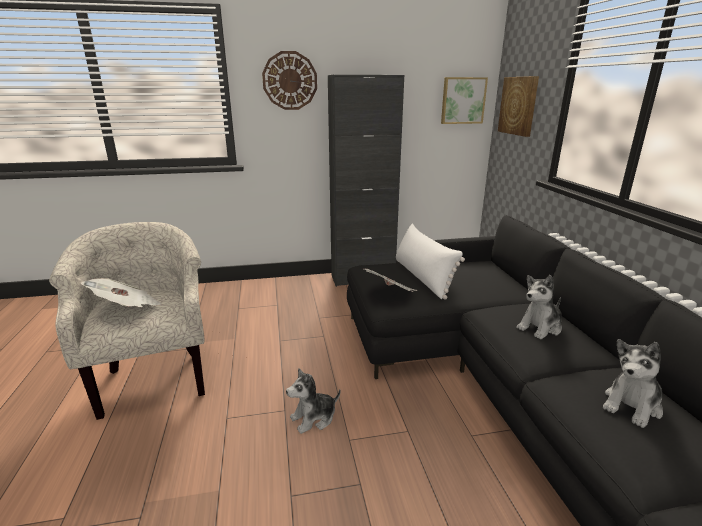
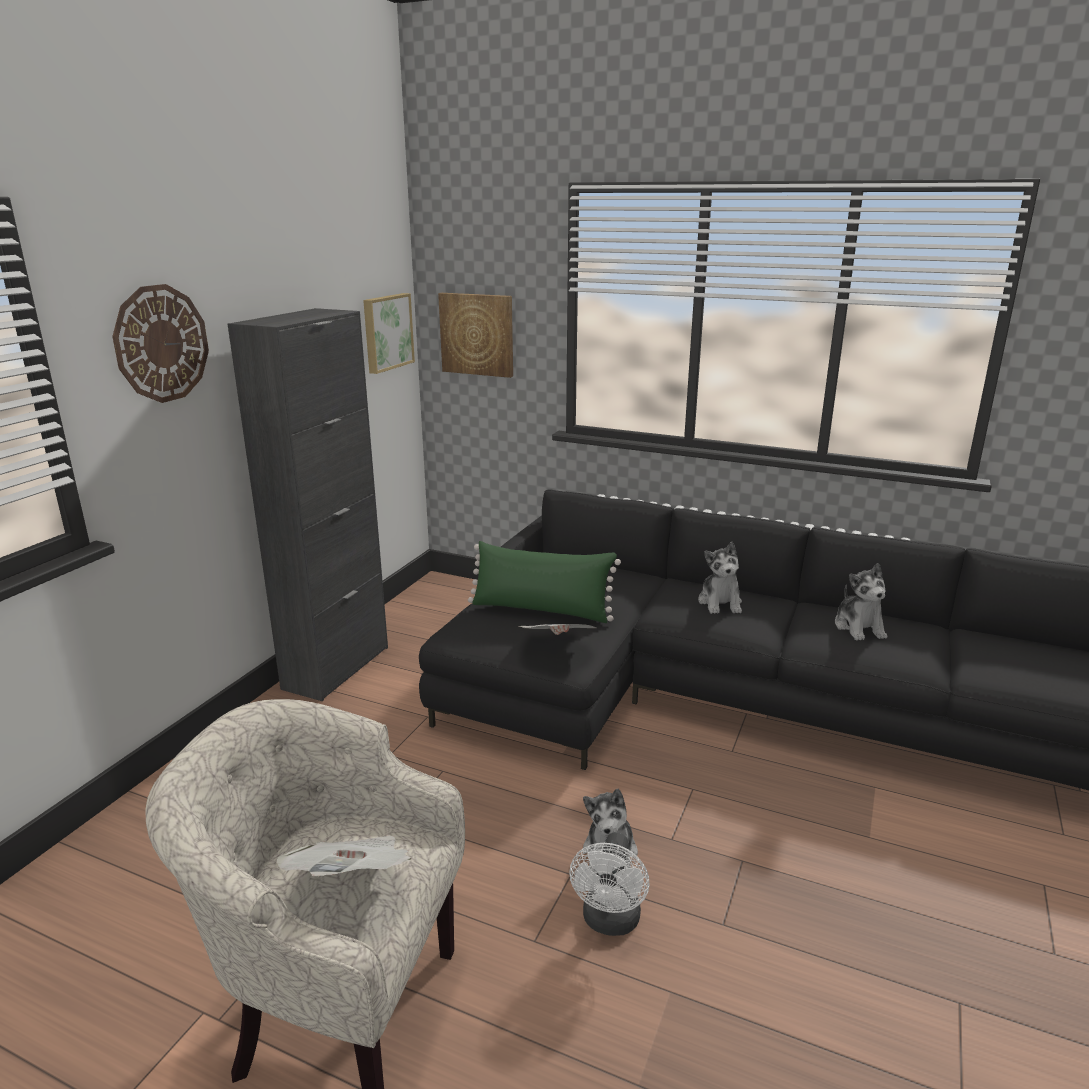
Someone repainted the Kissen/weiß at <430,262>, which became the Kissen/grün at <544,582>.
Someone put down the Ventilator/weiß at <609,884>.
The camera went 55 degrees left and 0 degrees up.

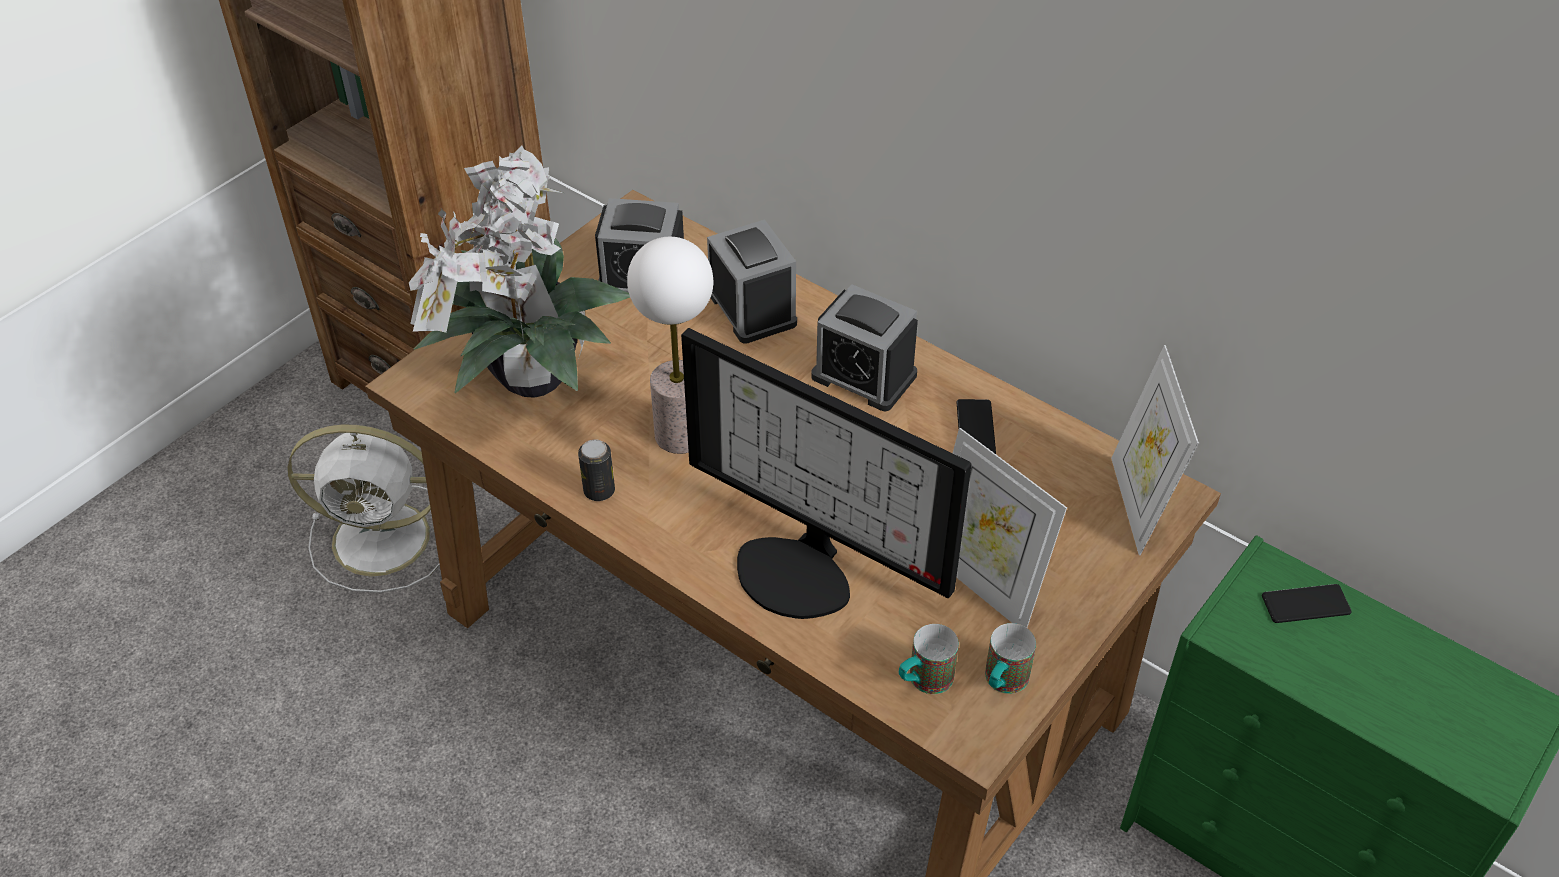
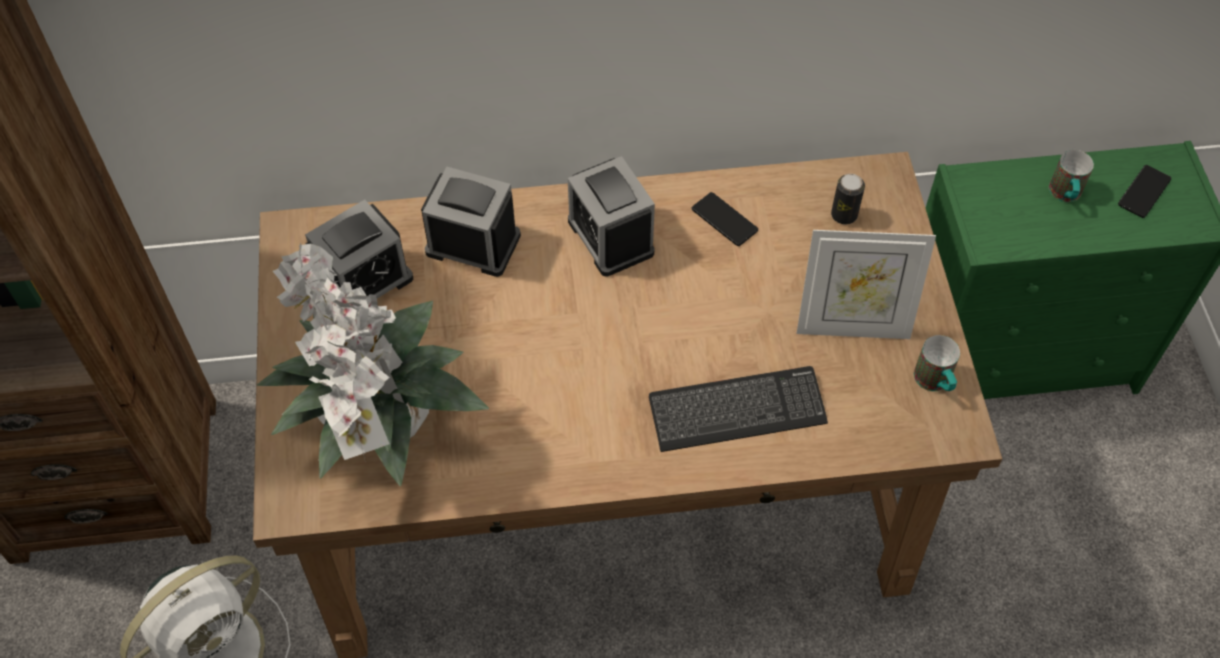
Someone rotated the Wecker at <864,347> by 75 degrees clockwise.
Someone swapped the Monitor at <826,473> for the Tastatur at <738,409>.
Someone carried the Dose from <596,470> to <848,199>.
Someone carried the Henkelbecher from <929,659> to <1071,176>.
Someone carried the Handy from <1307,603> to <1144,191>.
Someone took away the Tischlampe at <670,345>.
Someone took away the Bilderrahmen at <1155,450>.
The camera went 45 degrees left and 10 degrees up.

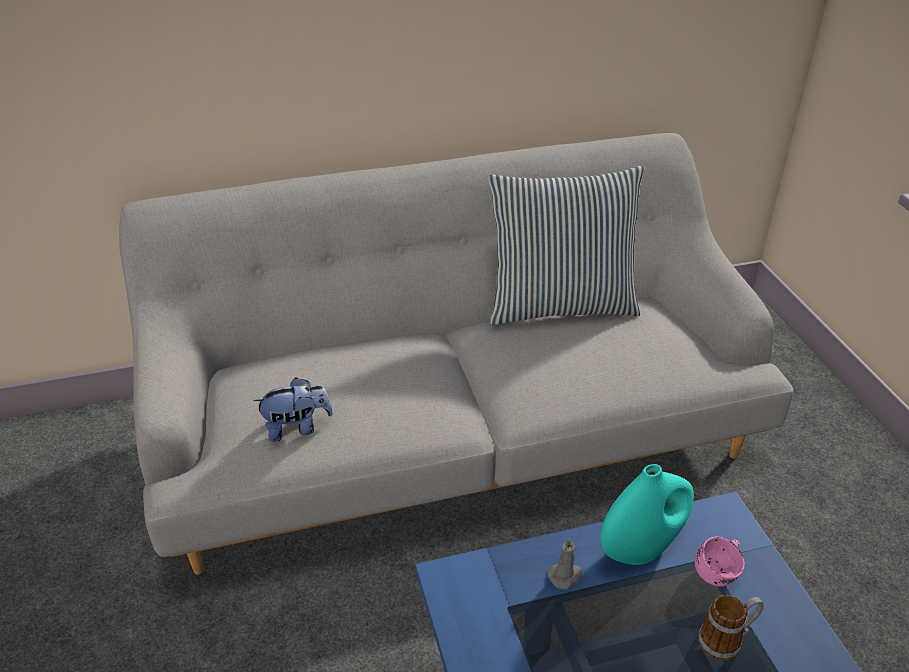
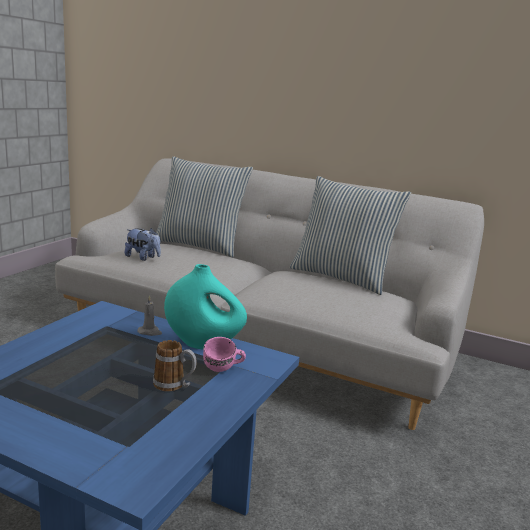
Someone put down the Kissen at <204,206>.
The camera went 40 degrees right and 20 degrees down.

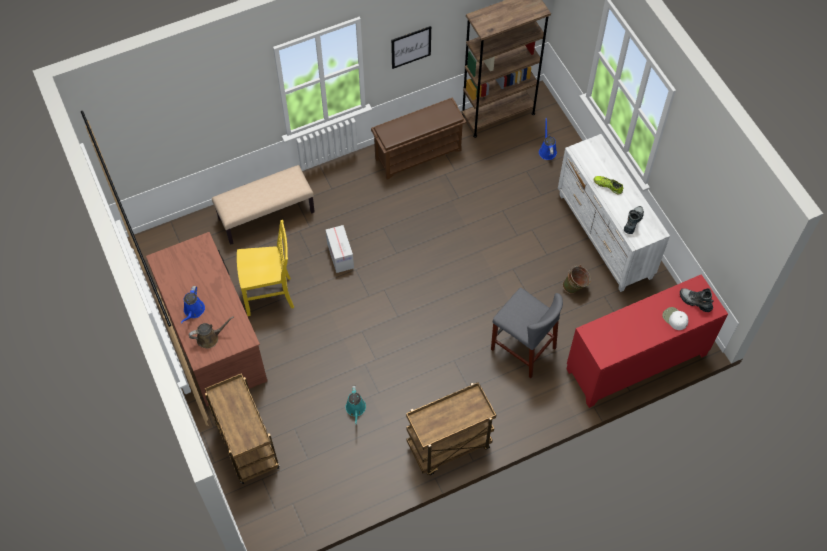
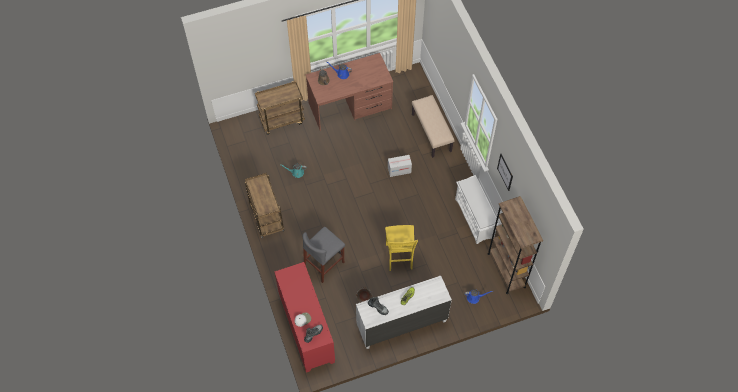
Someone carried the Stuhl/gelb from <265,268> to <401,248>.
Someone repainted the Schuhregal/braun at <419,138>, which became the Schuhregal/weiß at <477,209>.
The camera went 95 degrees right and 0 degrees up.

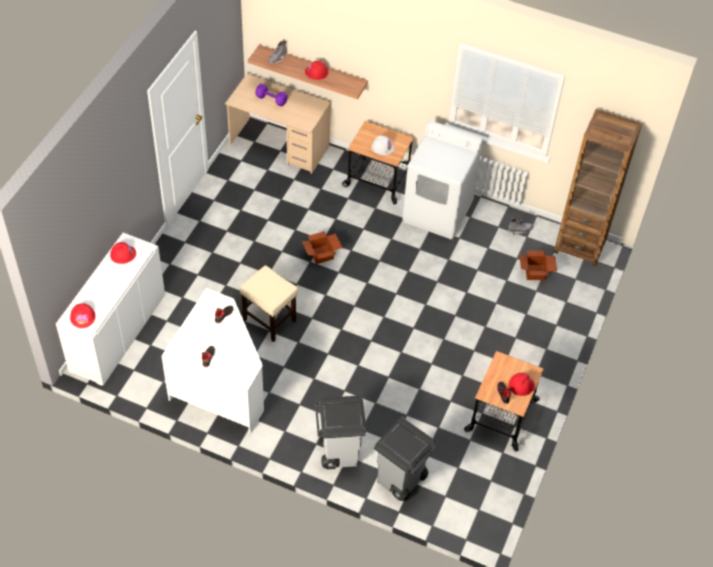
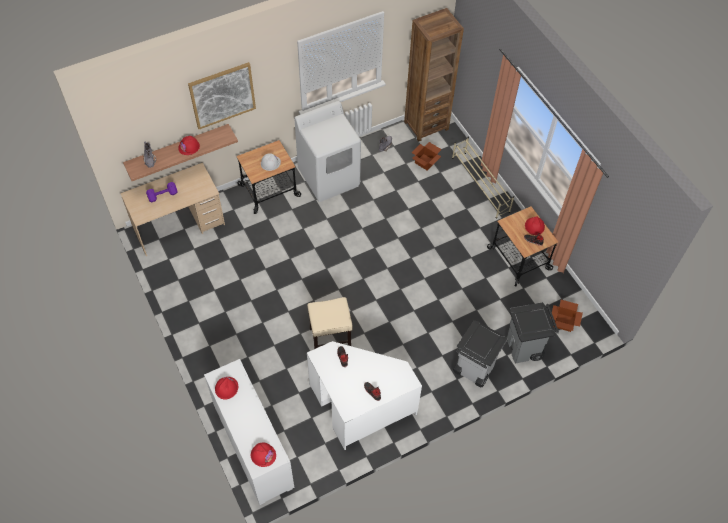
Someone put up the Bild at <222,95>.
Someone put down the Schuhregal/beige at <483,178>.
Someone carried the Karton from <322,247> to <566,316>.
The camera went 50 degrees left and 5 degrees up.

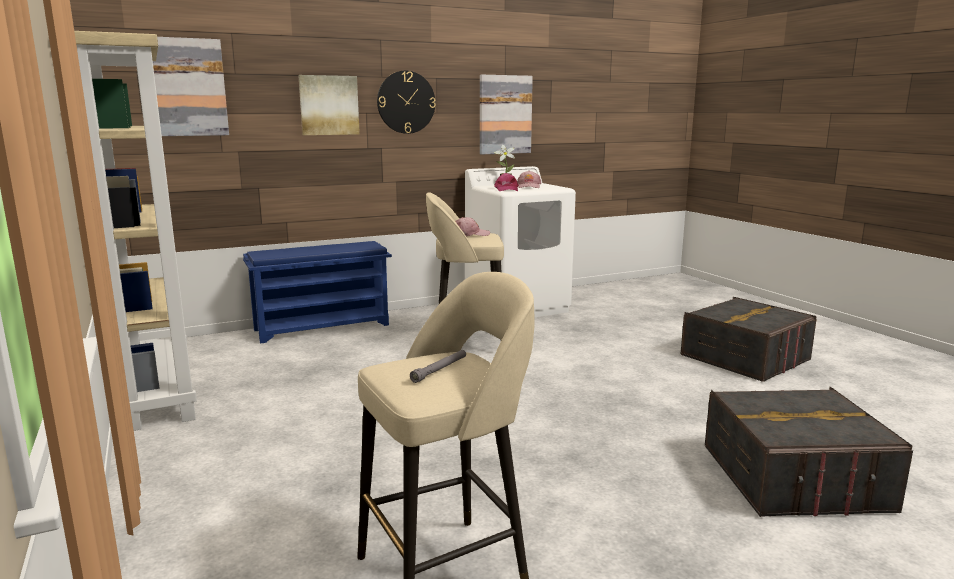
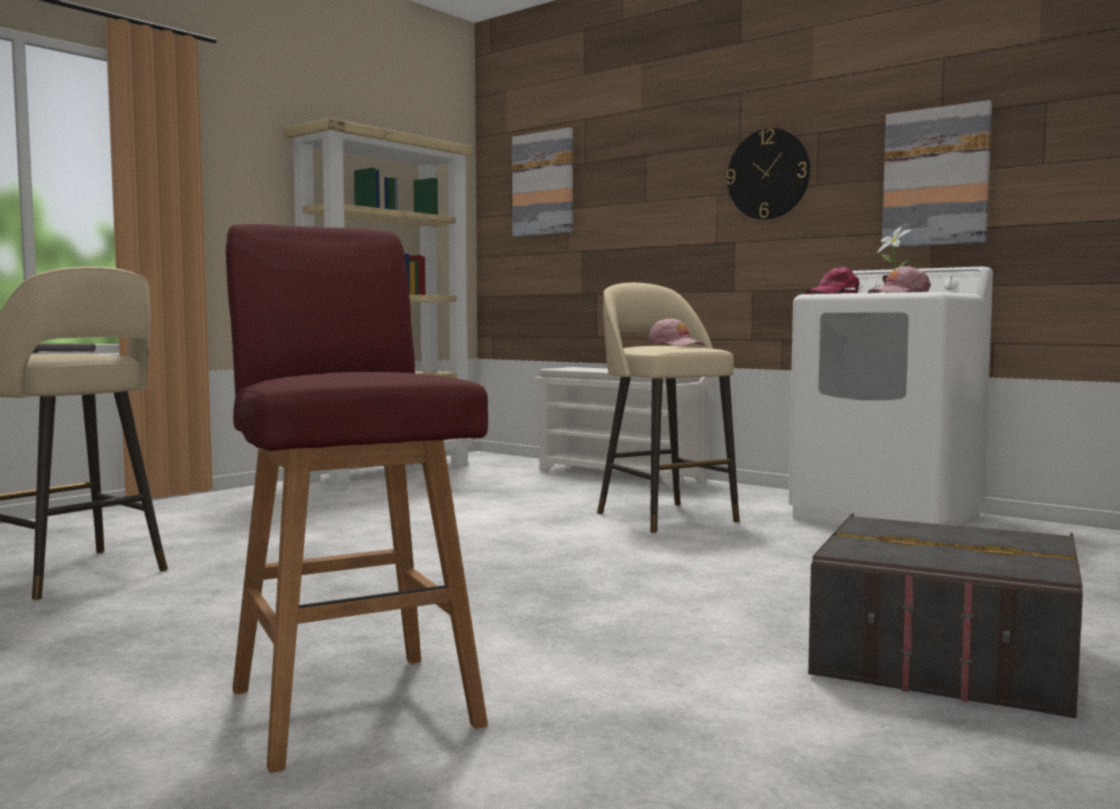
Someone swapped the Aufbewahrungsbox/grau at <809,452> for the Hocker/rot at <357,498>.
Someone repainted the Schuhregal/blau at <317,292>, which became the Schuhregal/weiß at <624,427>.
Someone took away the Bild at <329,105>.
The camera went 65 degrees right and 10 degrees down.

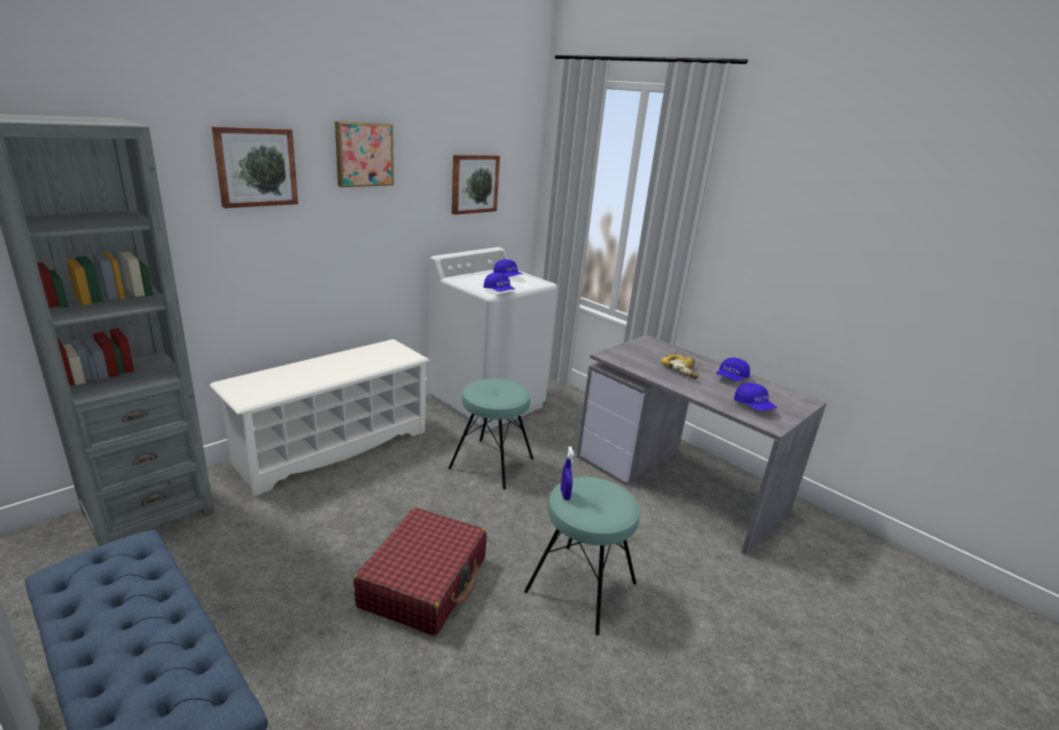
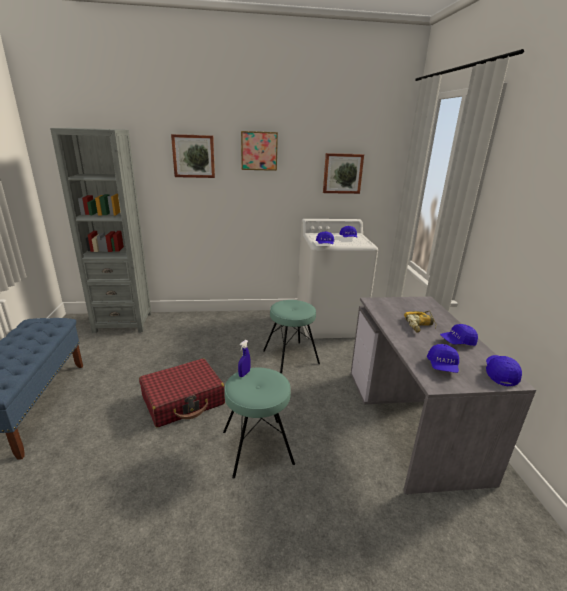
Someone put down the Kappe/blau at <504,370>.
Someone took away the Schuhregal/weiß at <319,418>.
The camera went 40 degrees right and 0 degrees up.

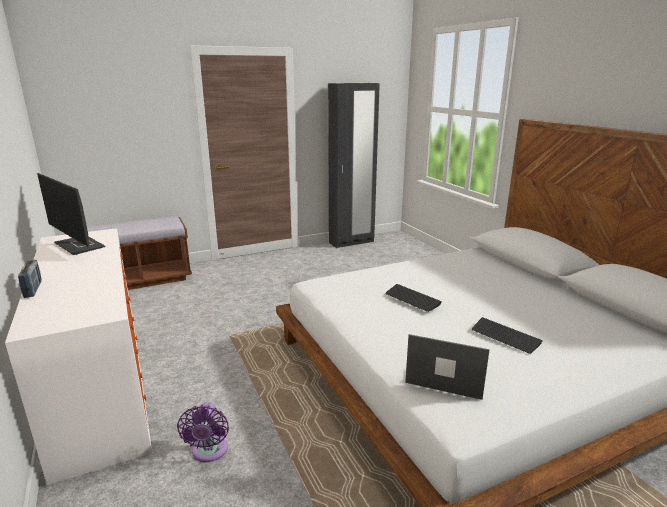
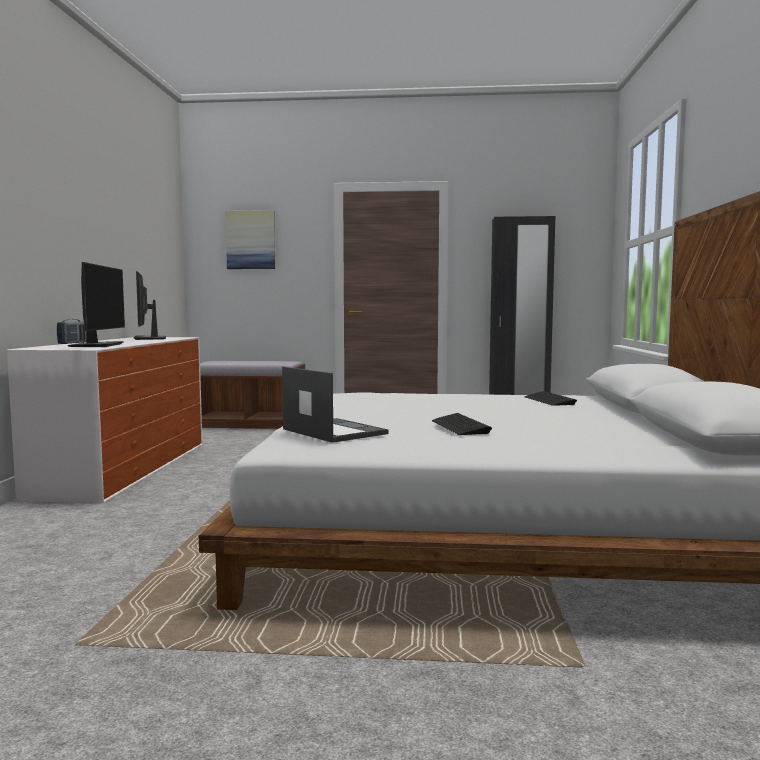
Someone put down the Monitor at <96,304>.
Someone put up the Bild at <250,239>.
Someone carried the Tastatur from <414,298> to <551,398>.
Someone took away the Ventilator/lila at <203,432>.
The camera went 30 degrees right and 15 degrees down.

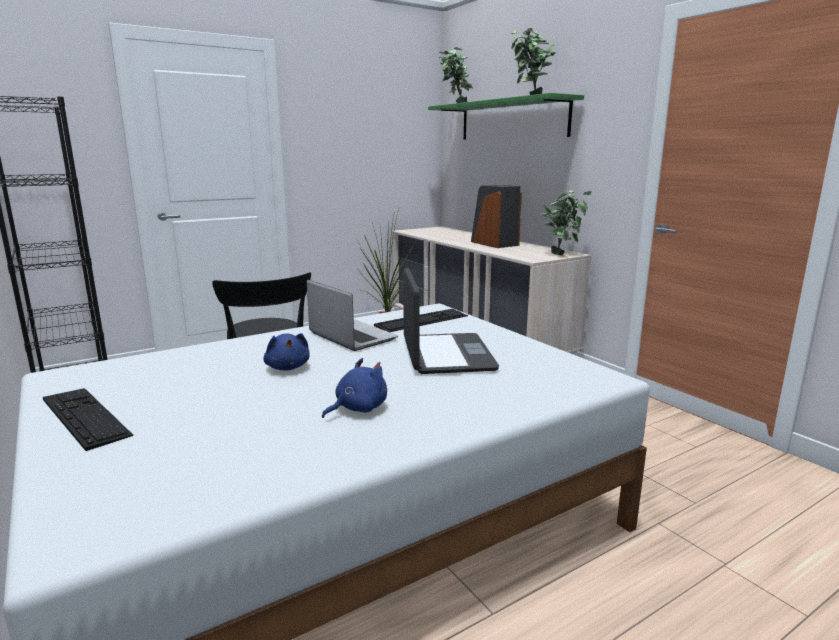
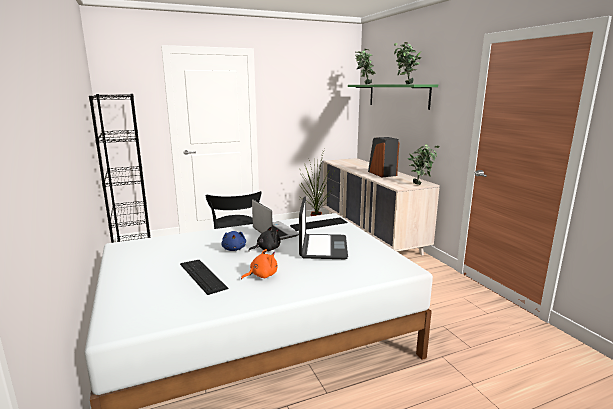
Someone carried the Tastatur from <88,419> to <204,277>.
Someone repainted the Plüschtier/blau at <354,388>, which became the Plüschtier/orange at <259,264>.
Someone put down the Plüschtier/schwarz at <264,239>.
The camera went 10 degrees right and 0 degrees up.

